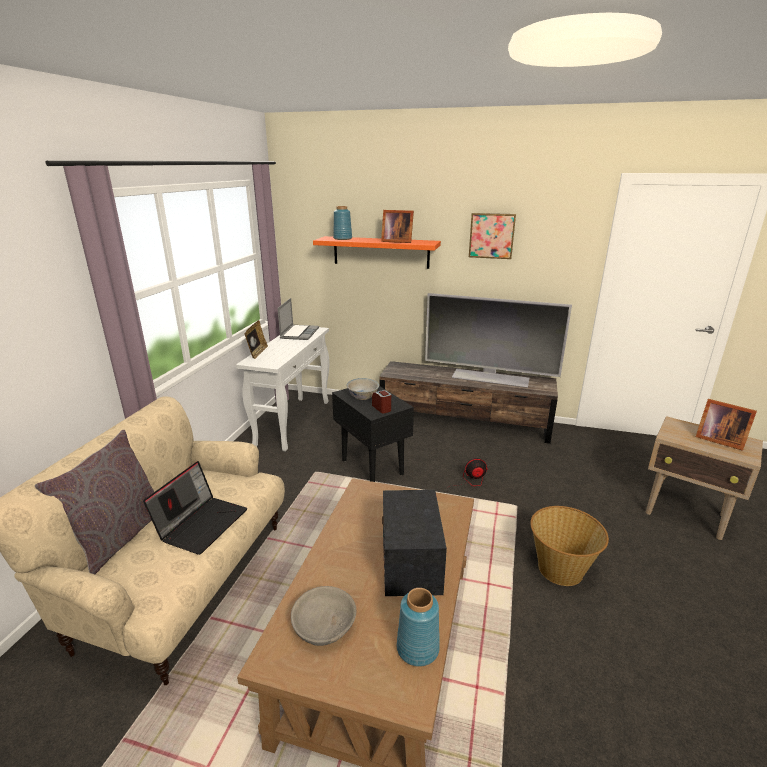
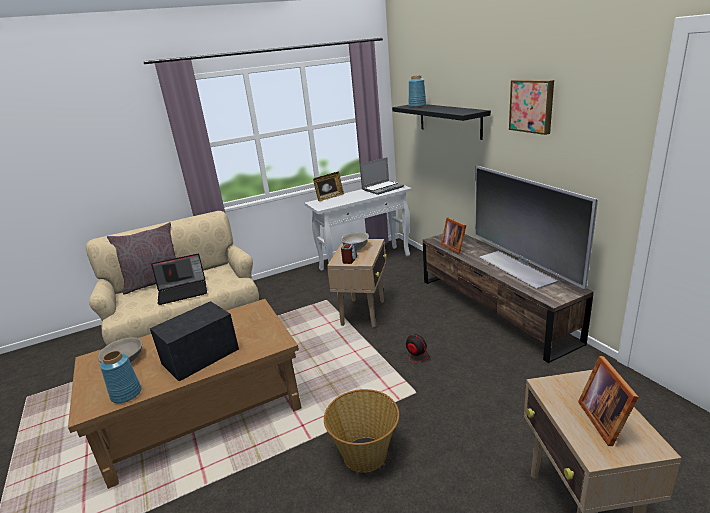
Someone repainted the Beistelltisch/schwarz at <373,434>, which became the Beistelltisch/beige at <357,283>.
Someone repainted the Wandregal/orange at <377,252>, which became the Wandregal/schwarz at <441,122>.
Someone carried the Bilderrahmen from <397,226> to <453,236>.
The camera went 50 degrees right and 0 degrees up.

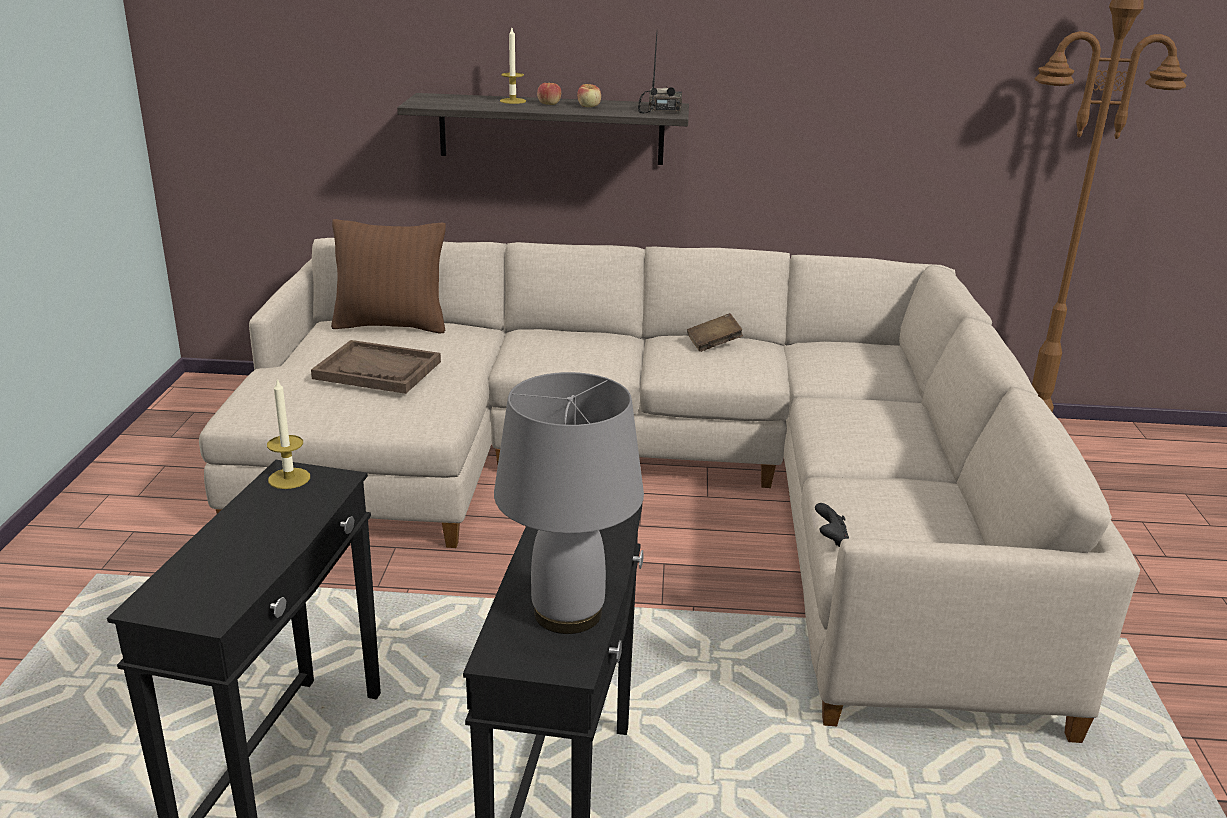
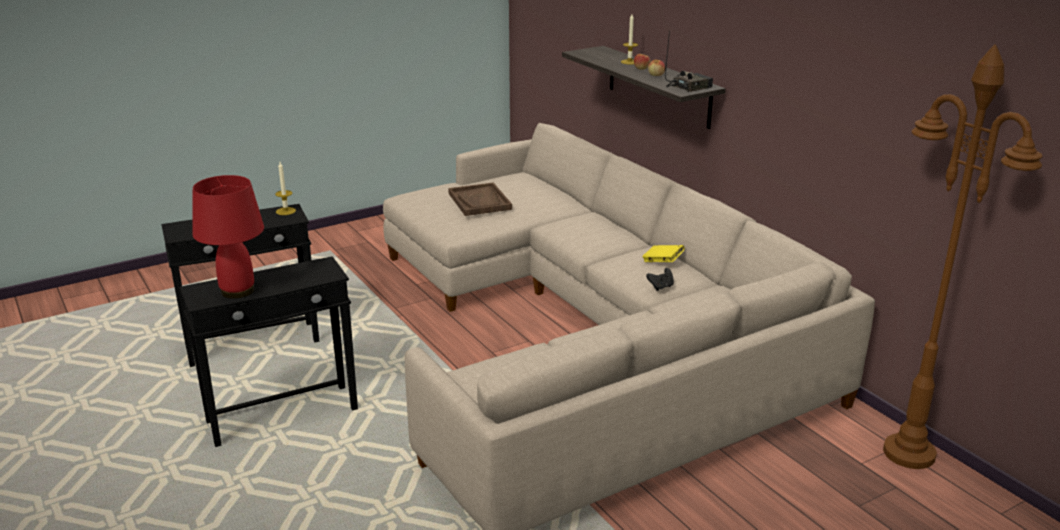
Someone repainted the Tischlampe/grau at <569,503>, which became the Tischlampe/rot at <228,237>.
Someone repainted the Buch/braun at <715,332>, which became the Buch/gelb at <663,253>.
Someone carried the Gamepad/schwarz from <832,525> to <660,279>.
Someone took away the Kissen/braun at <388,276>.
The camera went 55 degrees right and 0 degrees up.

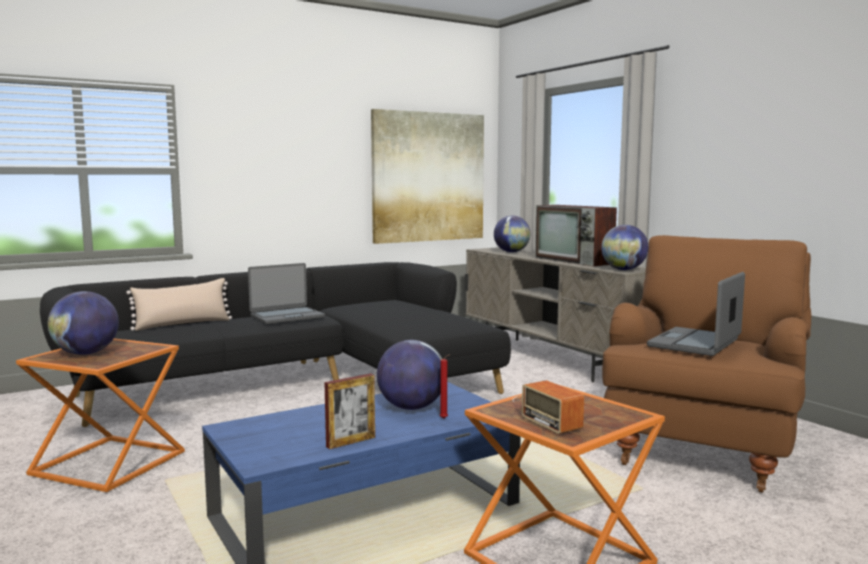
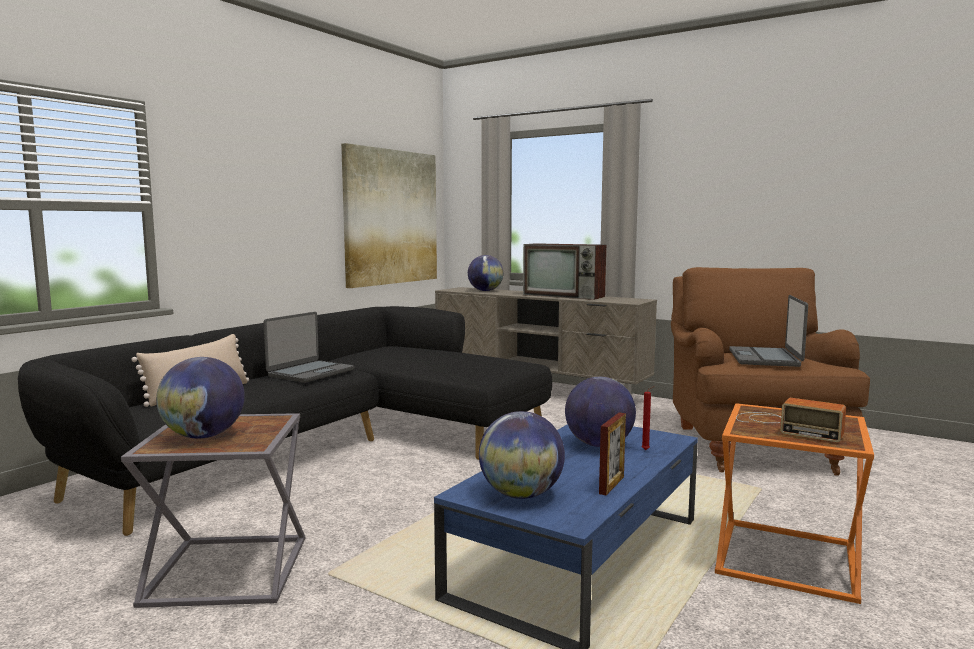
Someone repainted the Beistelltisch/orange at <100,415>, which became the Beistelltisch/grau at <213,510>.
Someone carried the Globus from <624,247> to <522,455>.
The camera went 25 degrees left and 0 degrees up.

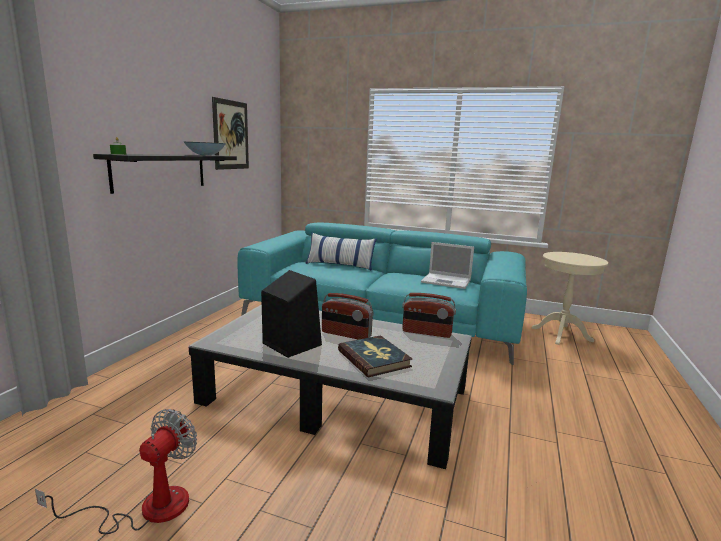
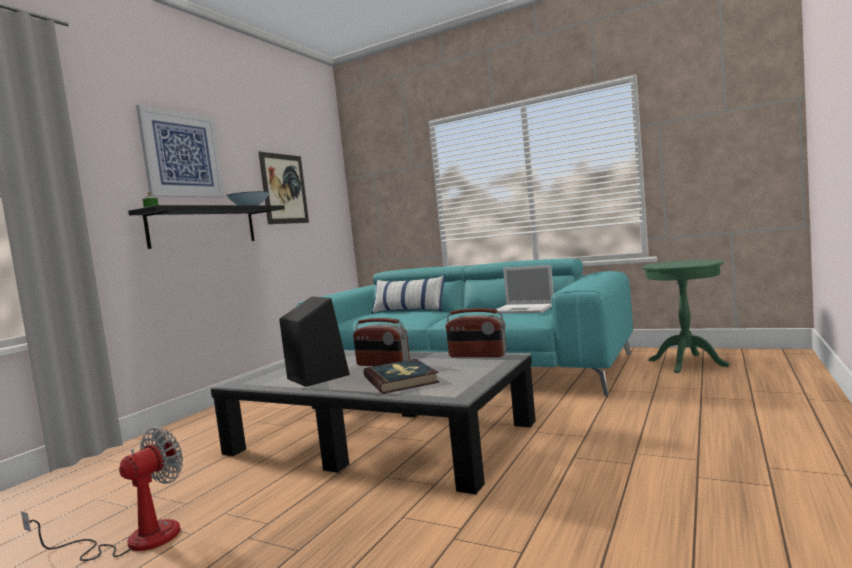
Someone put up the Bild at <180,151>.
Someone repainted the Beistelltisch/beige at <569,298>, which became the Beistelltisch/grün at <685,316>.
The camera went 10 degrees right and 10 degrees down.

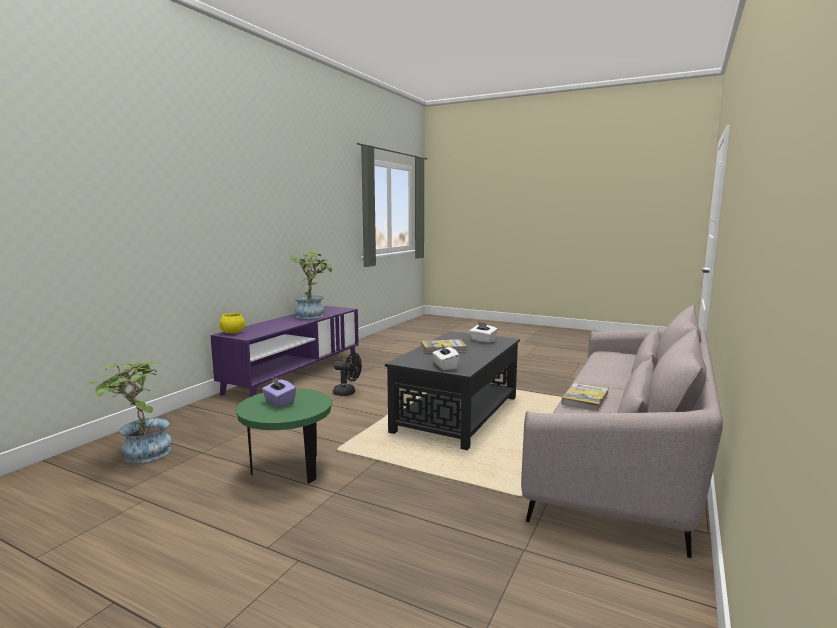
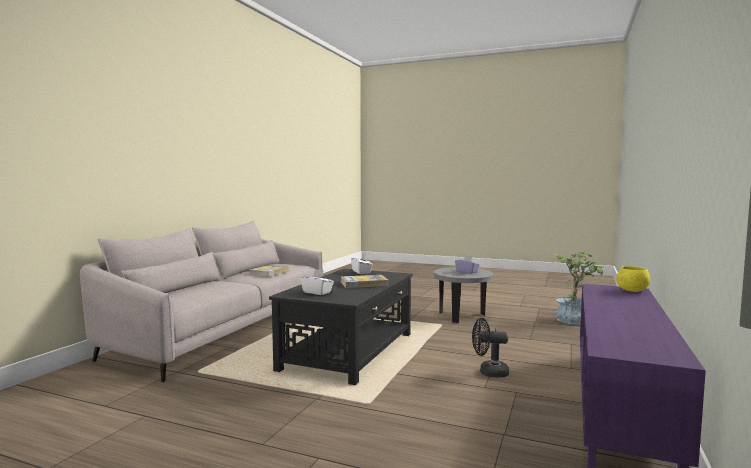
Someone repainted the Beistelltisch/grün at <284,436>, which became the Beistelltisch/grau at <463,295>.
Someone took away the Topfpflanze at <309,285>.
The camera went 175 degrees right and 5 degrees down.

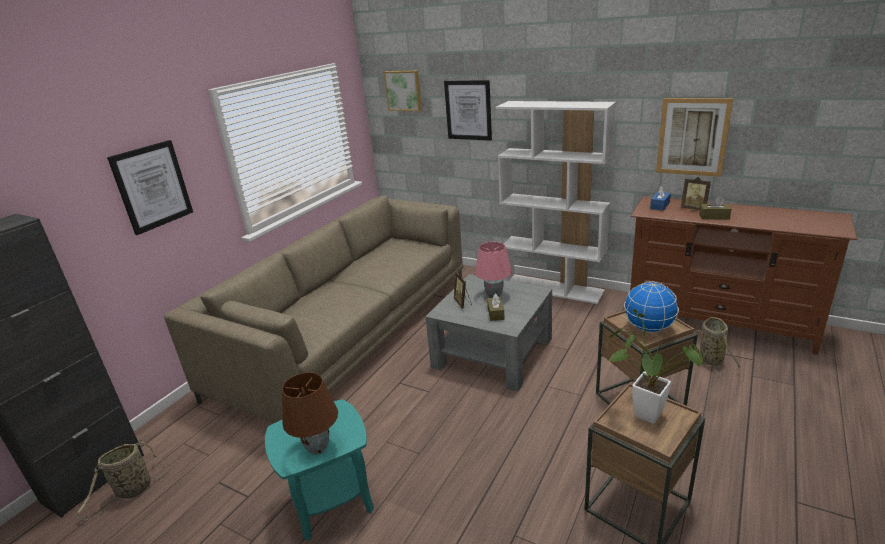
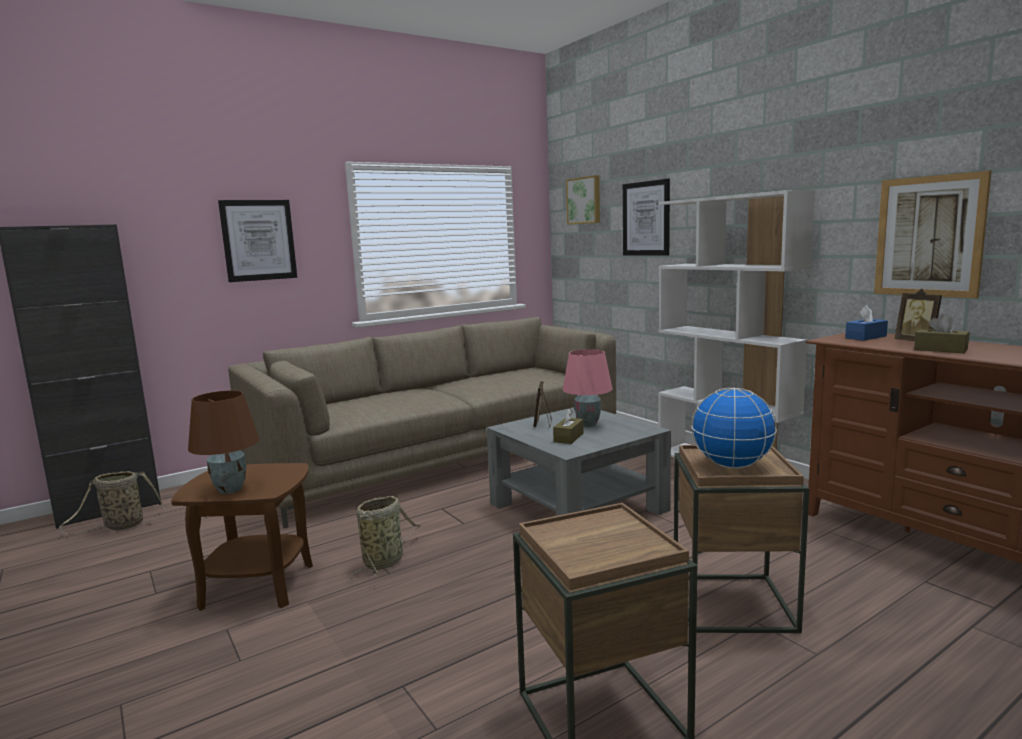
Someone repainted the Beistelltisch/türkis at <319,470>, which became the Beistelltisch/braun at <242,537>.
Someone carried the Korb from <717,346> to <386,537>.
Someone took away the Topfpflanze at <656,366>.
The camera went 25 degrees right and 15 degrees down.

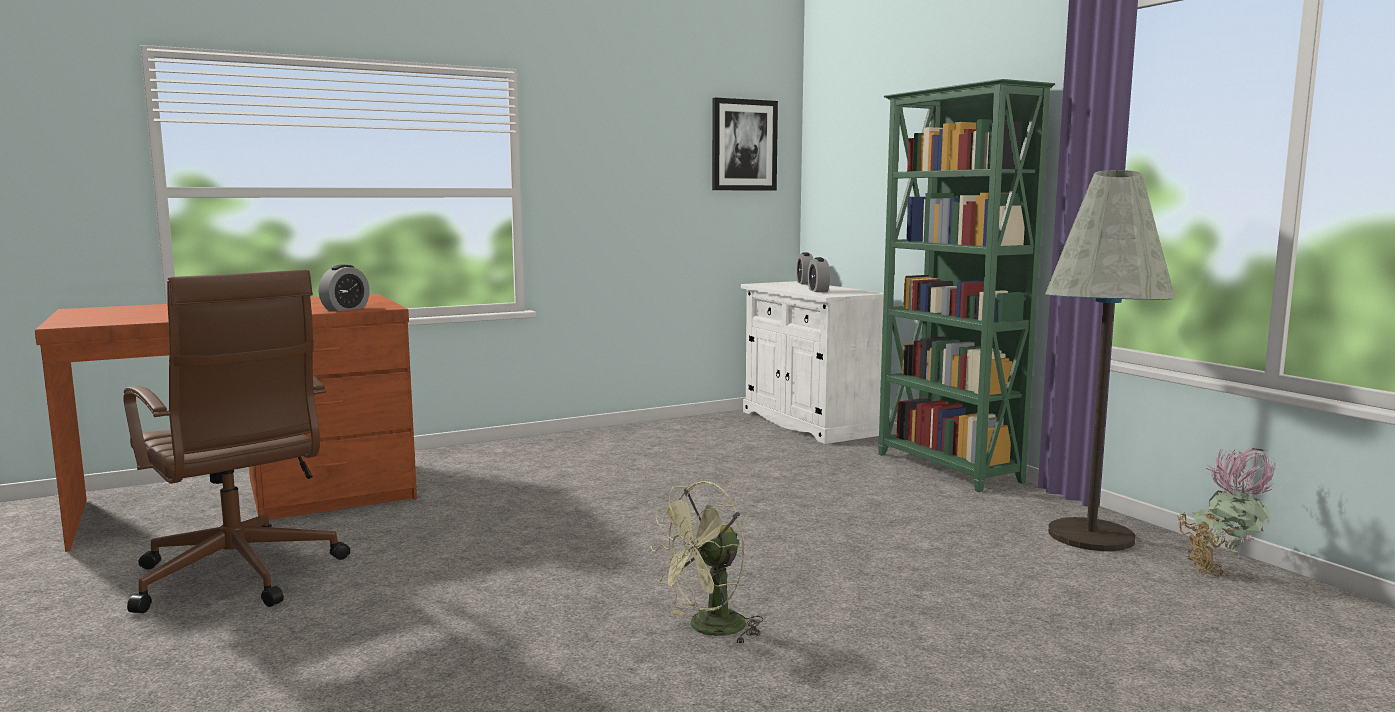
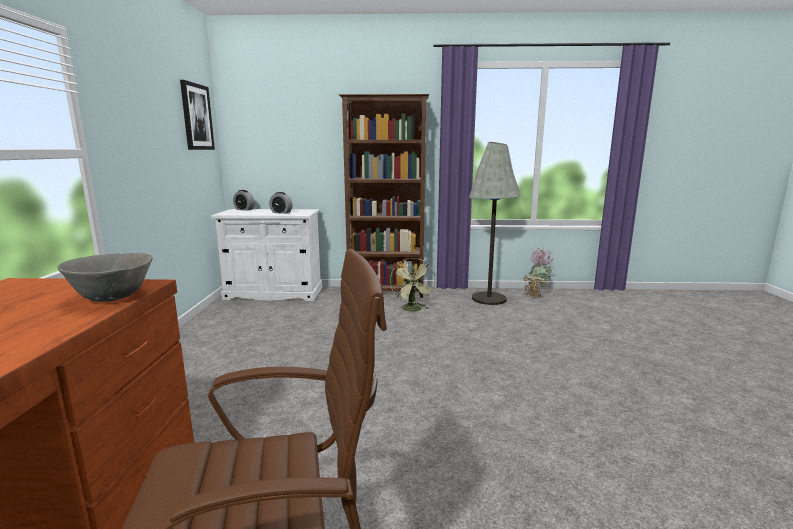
Someone swapped the Wecker at <344,288> for the Schüssel/grau at <105,277>.
Someone repainted the Bücherregal/grün at <966,285>, which became the Bücherregal/braun at <384,196>.
Someone carried the Ventilator/grün from <707,563> to <412,284>.
The camera went 60 degrees left and 5 degrees up.

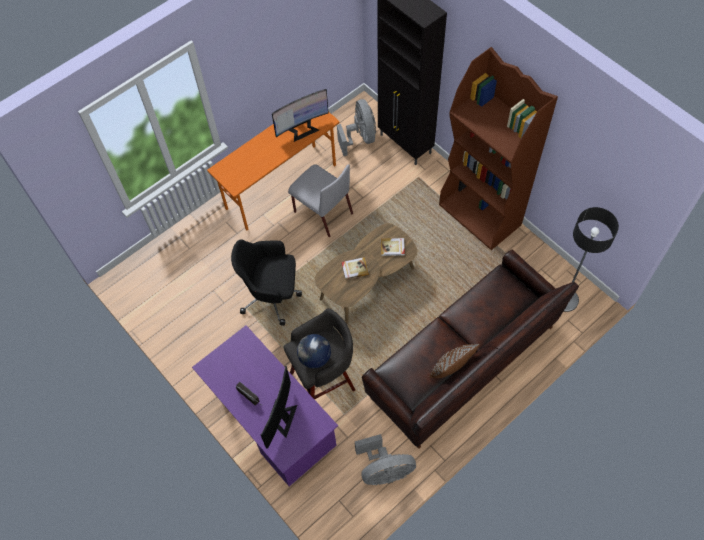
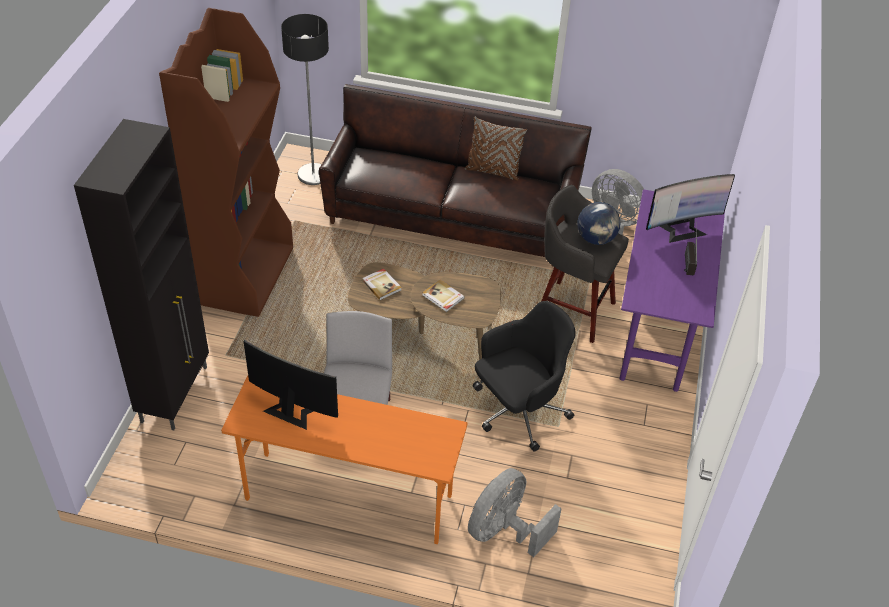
Someone carried the Ventilator/grau from <356,127> to <515,512>.
Someone rotated the Bürostuhl/schwarz at <266,282> by 90 degrees counterclockwise.
The camera went 130 degrees left and 15 degrees down.

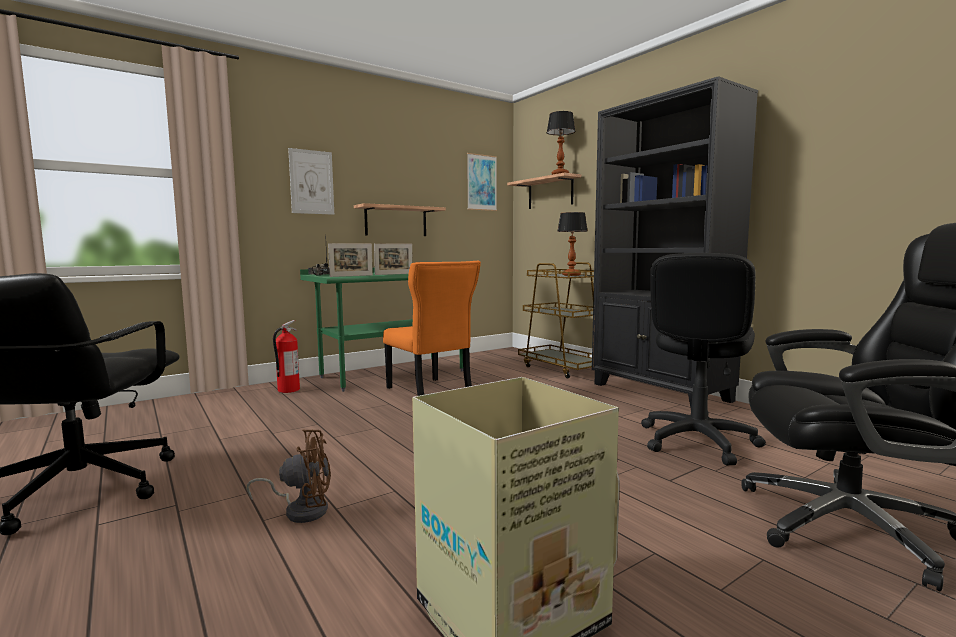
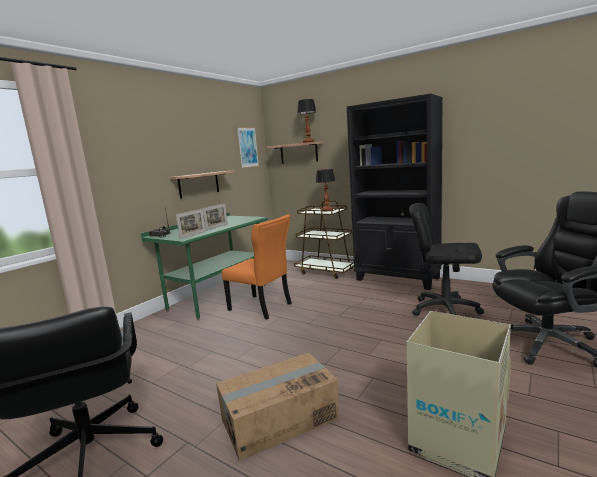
Someone swapped the Ventilator/braun at <288,476> for the Karton at <277,407>.
Someone rotated the Bürostuhl/schwarz at <703,359> by 105 degrees clockwise.
Someone took away the Feuerlöscher at <286,356>.
Someone took away the Bild at <311,181>.
The camera went 20 degrees left and 5 degrees up.

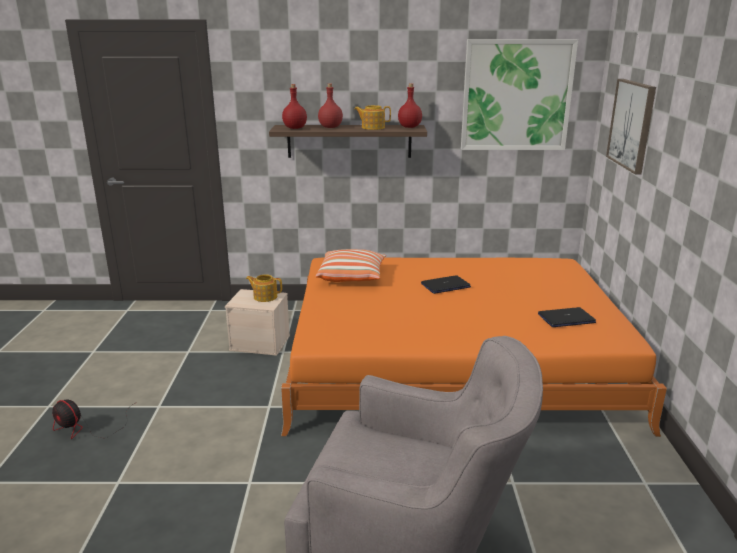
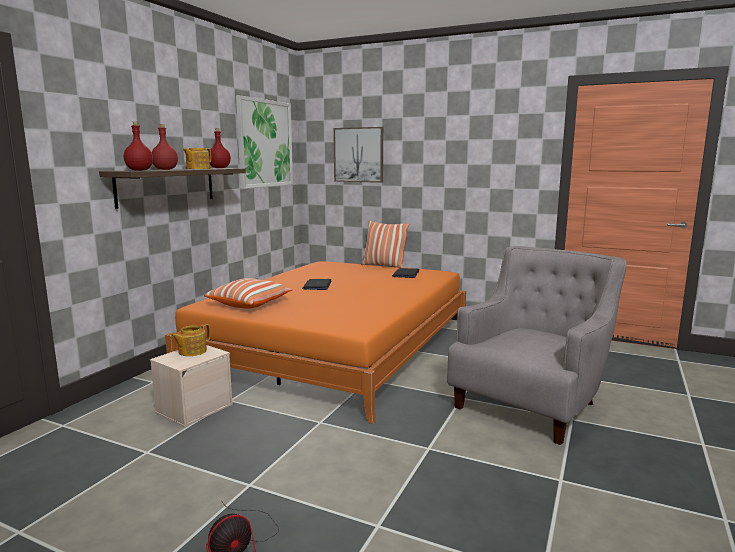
Someone put down the Kissen at <385,244>.
The camera went 65 degrees left and 10 degrees down.

